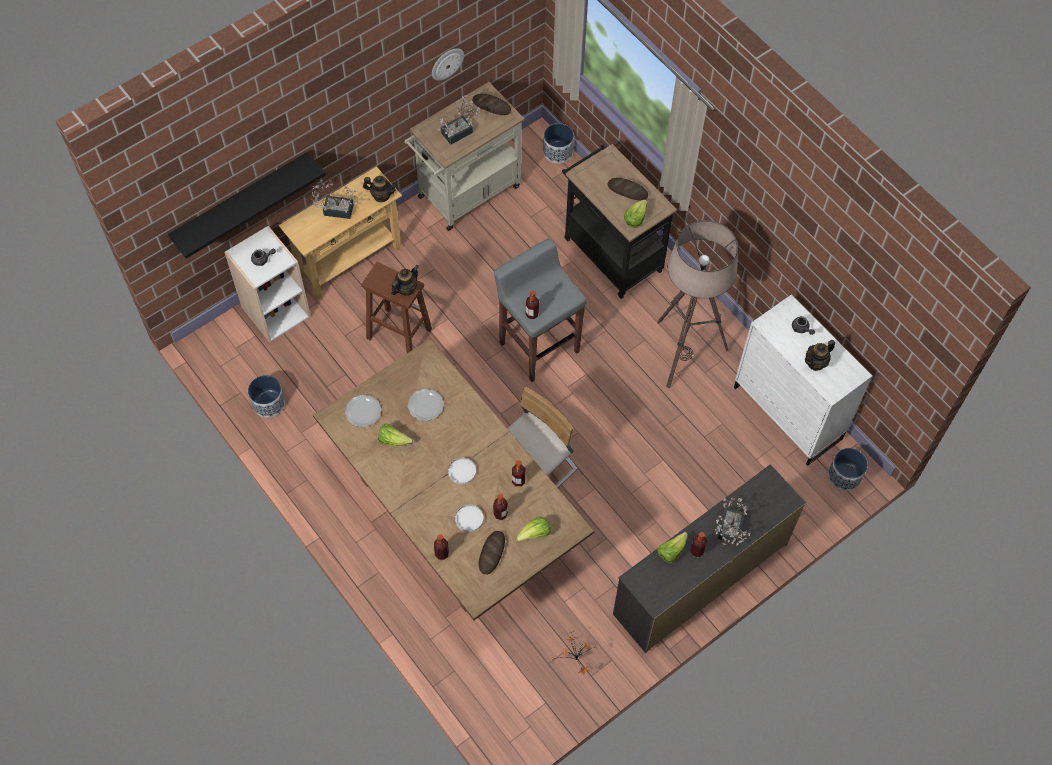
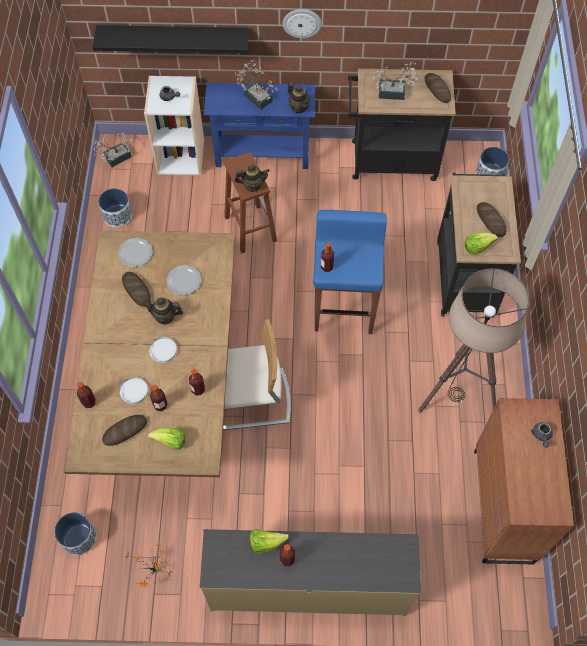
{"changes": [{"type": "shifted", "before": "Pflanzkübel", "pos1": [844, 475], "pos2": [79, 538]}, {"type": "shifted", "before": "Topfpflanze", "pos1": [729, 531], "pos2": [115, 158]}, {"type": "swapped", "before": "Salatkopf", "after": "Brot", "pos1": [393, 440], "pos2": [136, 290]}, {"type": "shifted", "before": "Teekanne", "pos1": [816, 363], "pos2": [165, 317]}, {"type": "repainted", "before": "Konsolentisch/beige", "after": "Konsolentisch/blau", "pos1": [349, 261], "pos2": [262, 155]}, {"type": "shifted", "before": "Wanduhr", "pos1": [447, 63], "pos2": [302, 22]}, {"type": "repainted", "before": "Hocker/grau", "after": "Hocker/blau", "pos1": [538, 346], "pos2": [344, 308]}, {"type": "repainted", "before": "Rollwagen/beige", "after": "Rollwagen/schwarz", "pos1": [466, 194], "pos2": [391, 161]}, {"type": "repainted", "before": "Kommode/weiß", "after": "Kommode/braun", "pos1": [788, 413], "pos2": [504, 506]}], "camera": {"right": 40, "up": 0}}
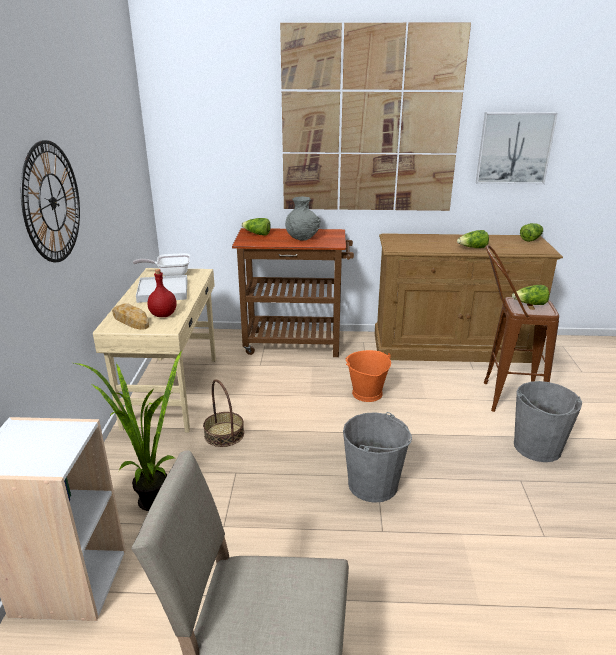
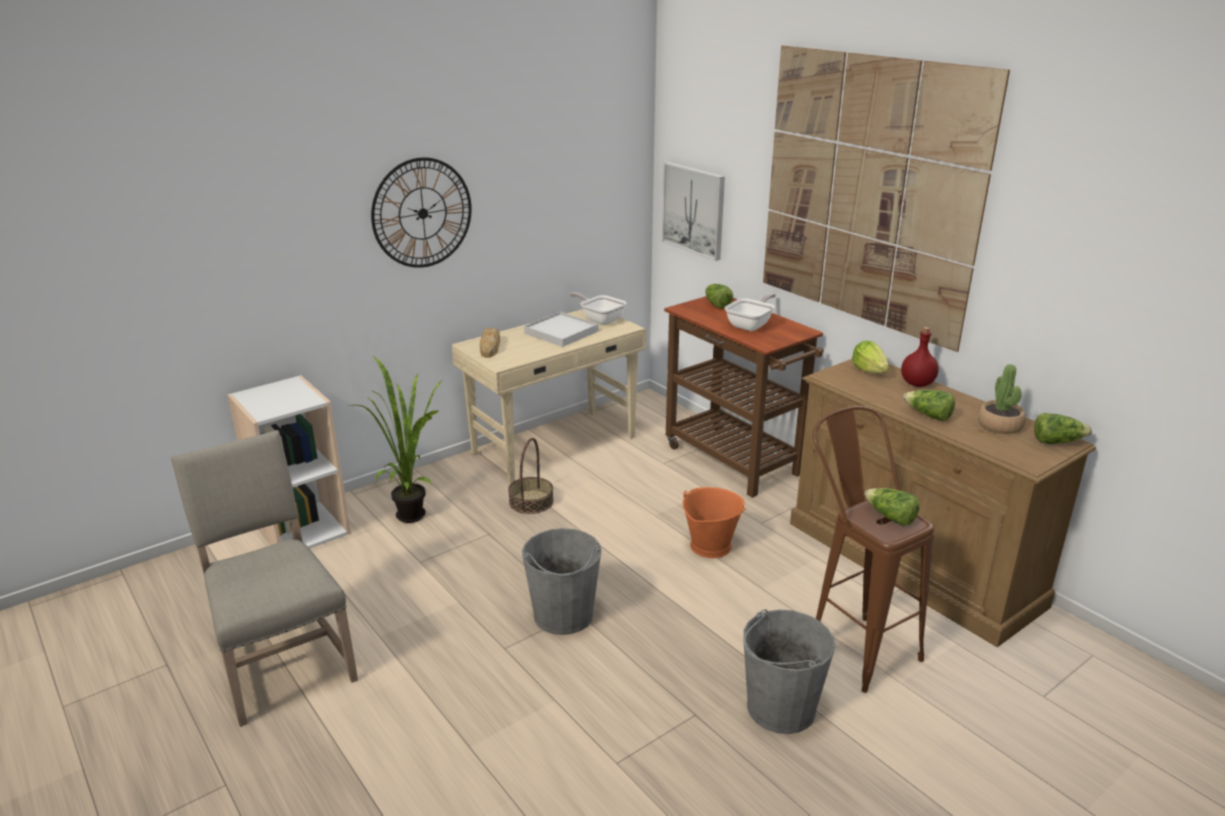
{"changes": [{"type": "shifted", "before": "Bild", "pos1": [514, 148], "pos2": [694, 210]}, {"type": "swapped", "before": "Vase/grau", "after": "Pfanne", "pos1": [303, 237], "pos2": [751, 325]}, {"type": "new", "after": "Salatkopf", "pos2": [869, 371]}, {"type": "shifted", "before": "Flasche/rot", "pos1": [163, 315], "pos2": [916, 384]}, {"type": "new", "after": "Topfpflanze", "pos2": [1000, 425]}], "camera": {"right": 50, "up": 0}}
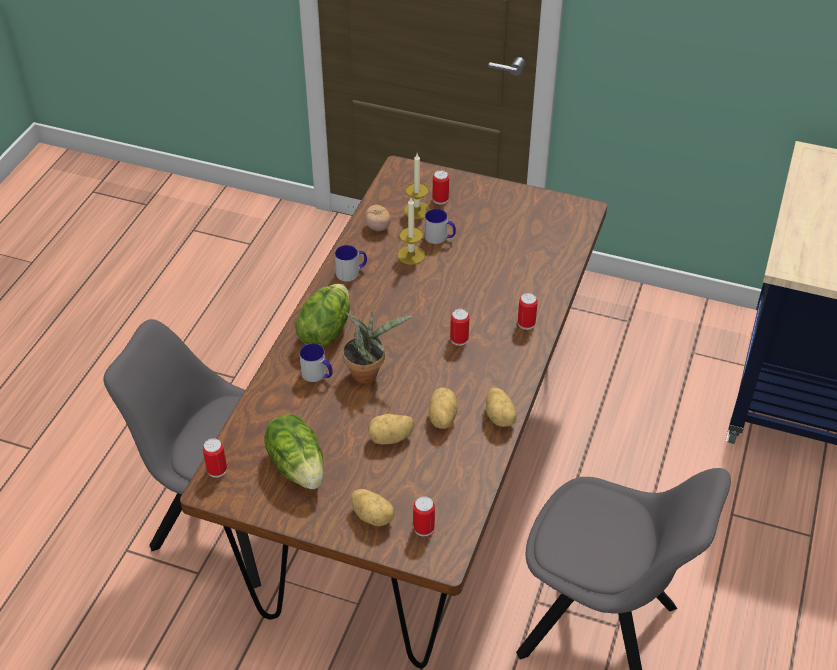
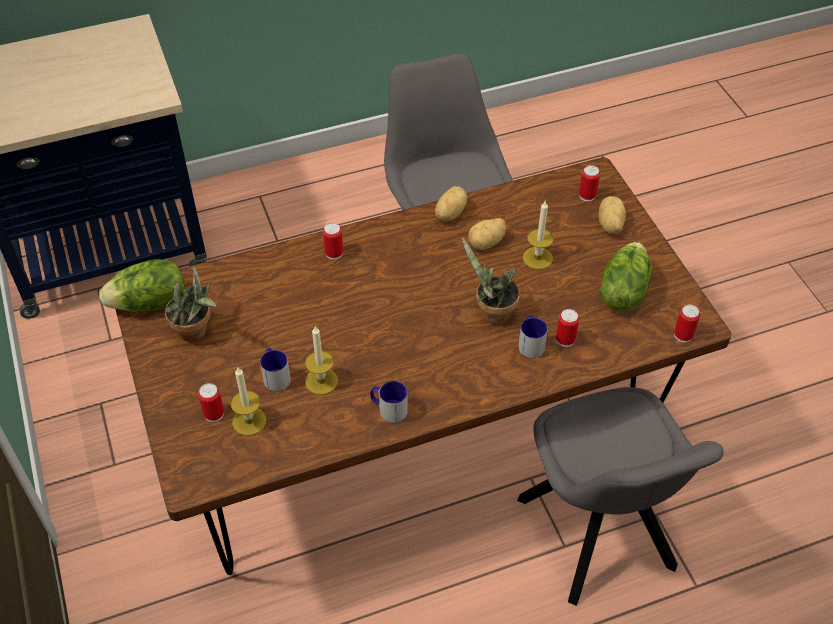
{"changes": [{"type": "shifted", "before": "Salatkopf", "pos1": [324, 330], "pos2": [150, 303]}, {"type": "new", "after": "Topfpflanze", "pos2": [196, 332]}, {"type": "swapped", "before": "Kartoffel", "after": "Kerze", "pos1": [391, 438], "pos2": [537, 258]}, {"type": "shifted", "before": "Dose", "pos1": [459, 339], "pos2": [565, 339]}, {"type": "gone", "before": "Tomate", "pos1": [378, 227]}], "camera": {"right": -130, "up": 5}}
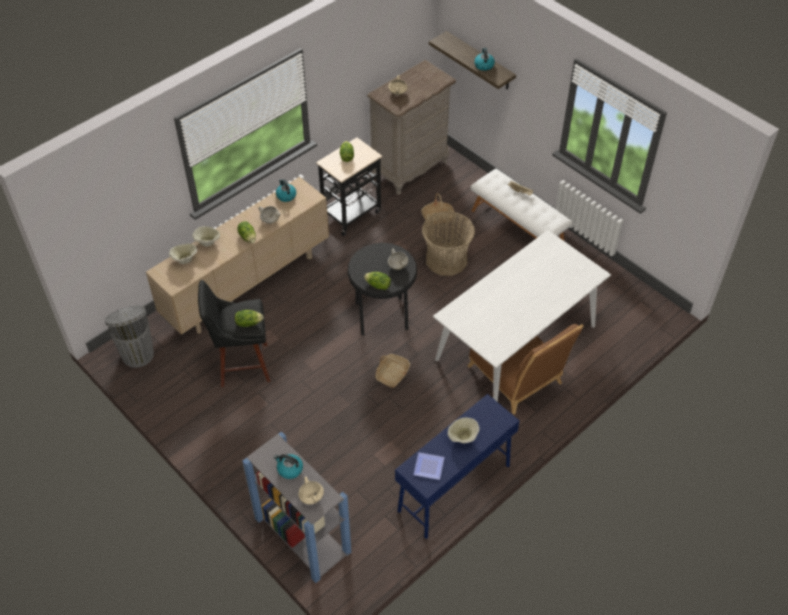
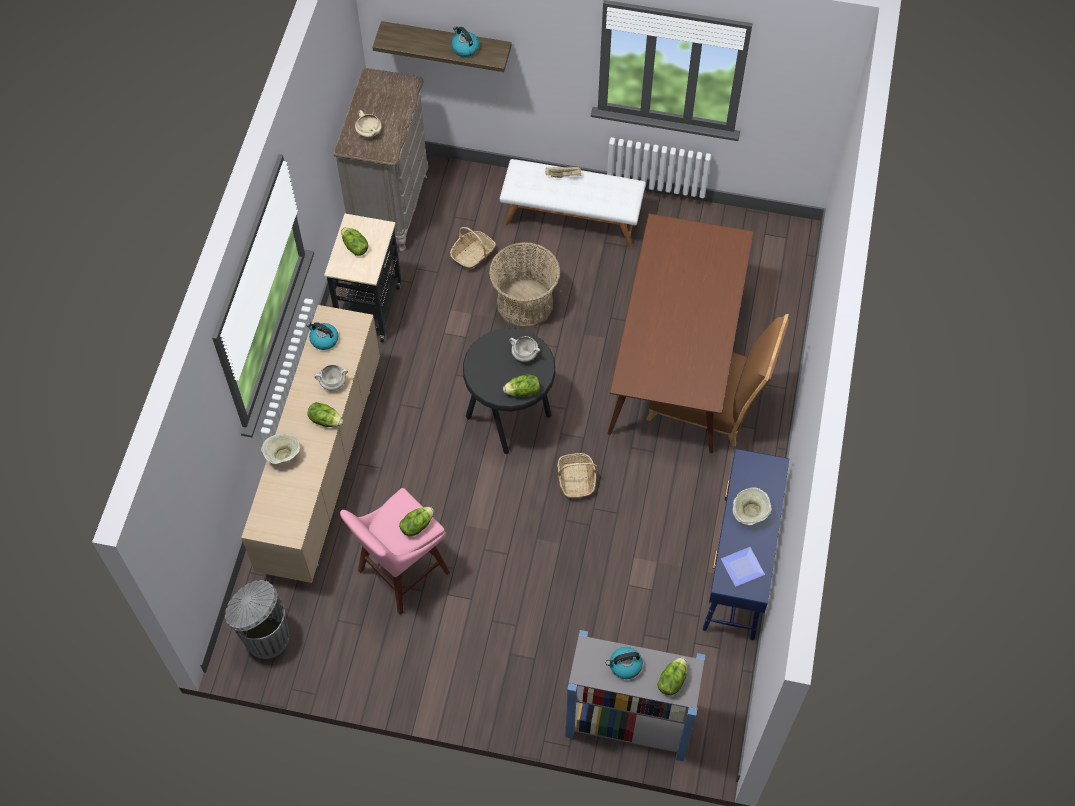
{"changes": [{"type": "repainted", "before": "Hocker/schwarz", "after": "Hocker/rosa", "pos1": [242, 365], "pos2": [401, 573]}, {"type": "repainted", "before": "Esstisch/weiß", "after": "Esstisch/braun", "pos1": [516, 342], "pos2": [675, 360]}, {"type": "swapped", "before": "Kochtopf/beige", "after": "Salatkopf", "pos1": [311, 497], "pos2": [671, 680]}, {"type": "gone", "before": "Schüssel/beige", "pos1": [184, 259]}], "camera": {"right": -35, "up": 10}}
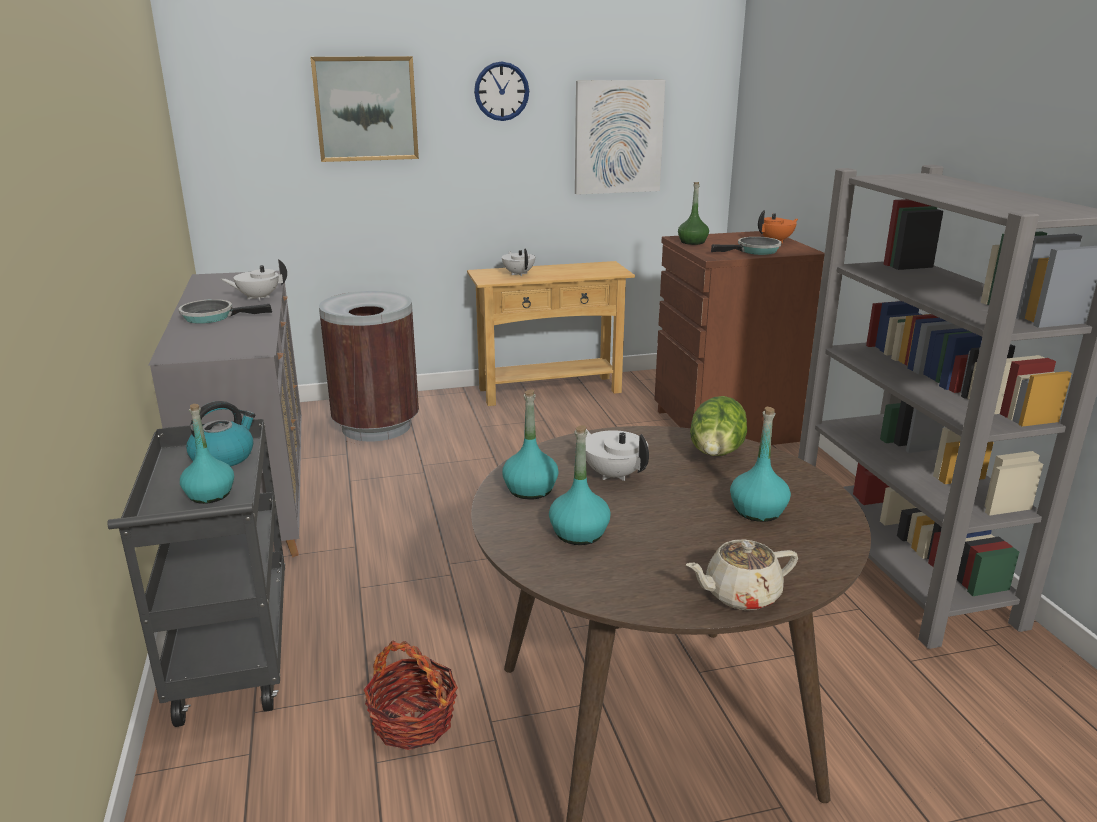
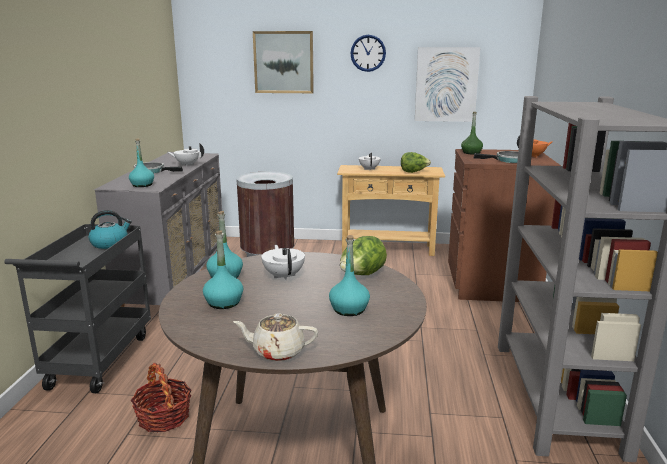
{"changes": [{"type": "shifted", "before": "Flasche/türkis", "pos1": [210, 494], "pos2": [142, 185]}, {"type": "new", "after": "Salatkopf", "pos2": [414, 172]}], "camera": {"right": 20, "up": -5}}
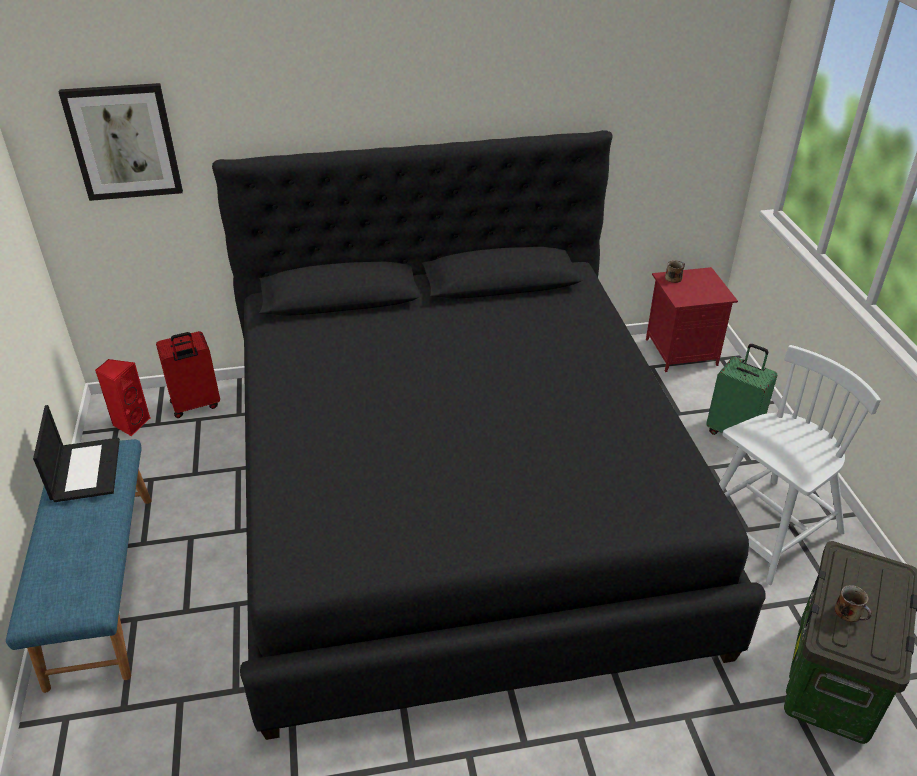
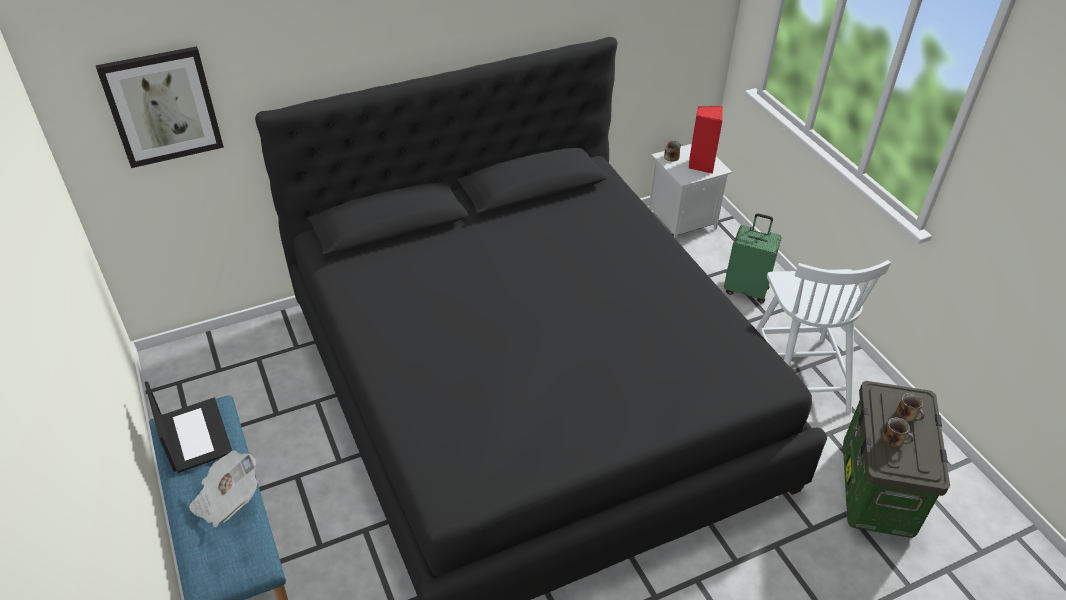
{"changes": [{"type": "new", "after": "Zeitung", "pos2": [227, 499]}, {"type": "repainted", "before": "Nachttisch/rot", "after": "Nachttisch/grau", "pos1": [682, 351], "pos2": [682, 219]}, {"type": "shifted", "before": "Lautsprecher/rot", "pos1": [130, 423], "pos2": [701, 165]}, {"type": "rotated", "before": "Stuhl/weiß", "pos1": [769, 531], "pos2": [797, 374], "turn": 135}, {"type": "new", "after": "Henkelbecher", "pos2": [908, 414]}, {"type": "gone", "before": "Koffer/rot", "pos1": [195, 405]}], "camera": {"right": -15, "up": 5}}
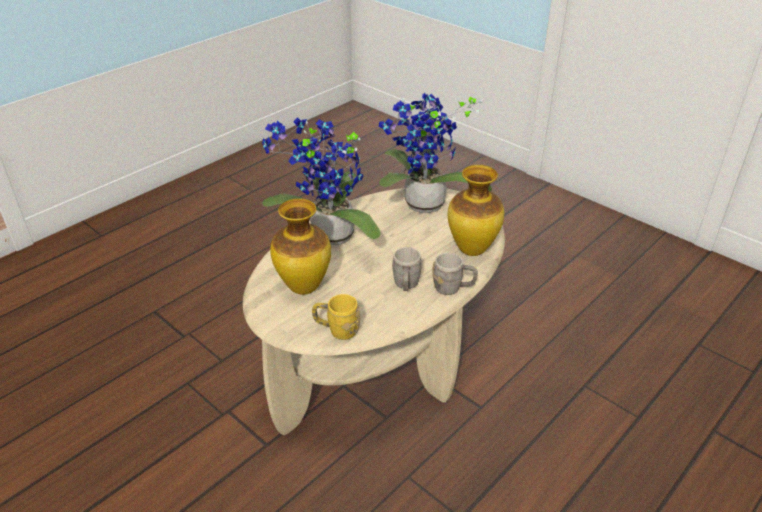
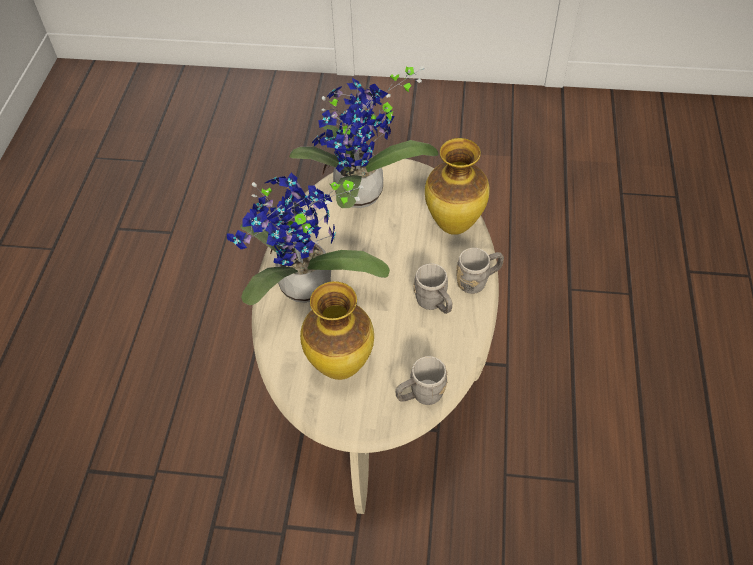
{"changes": [{"type": "repainted", "before": "Henkelbecher/gelb", "after": "Henkelbecher/grau", "pos1": [337, 330], "pos2": [420, 395]}], "camera": {"right": -35, "up": 15}}
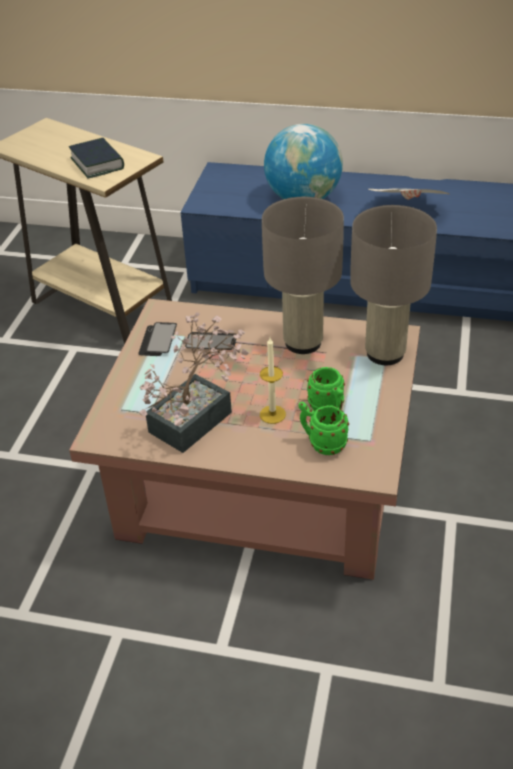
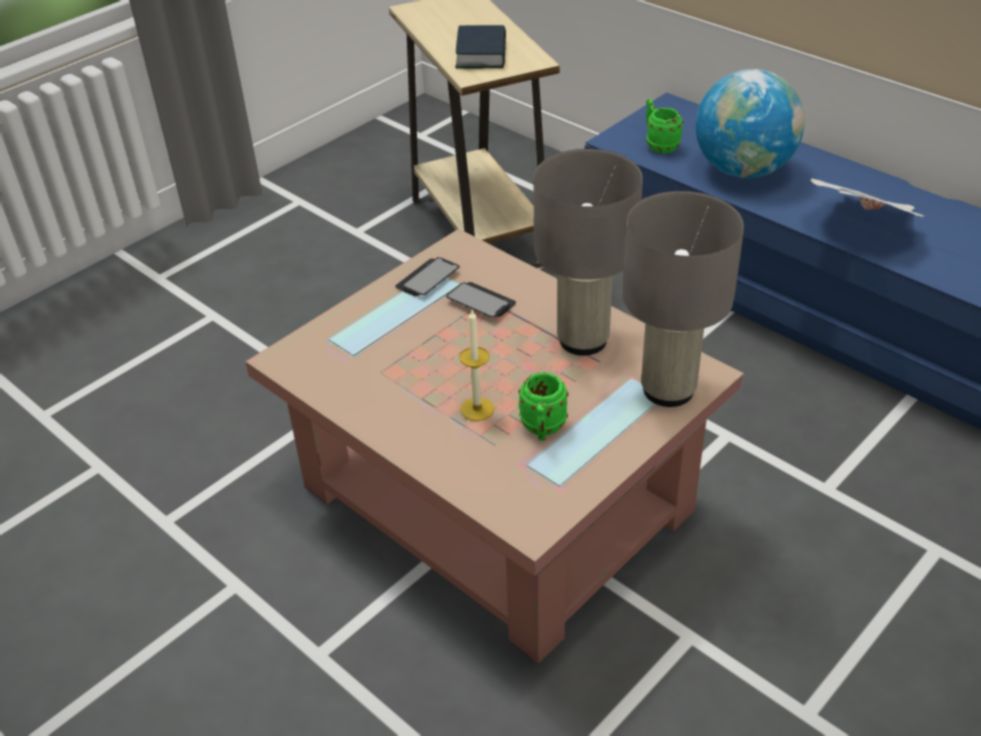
{"changes": [{"type": "shifted", "before": "Henkelbecher/grün", "pos1": [322, 443], "pos2": [659, 145]}, {"type": "gone", "before": "Topfpflanze", "pos1": [198, 417]}], "camera": {"right": 30, "up": 0}}
